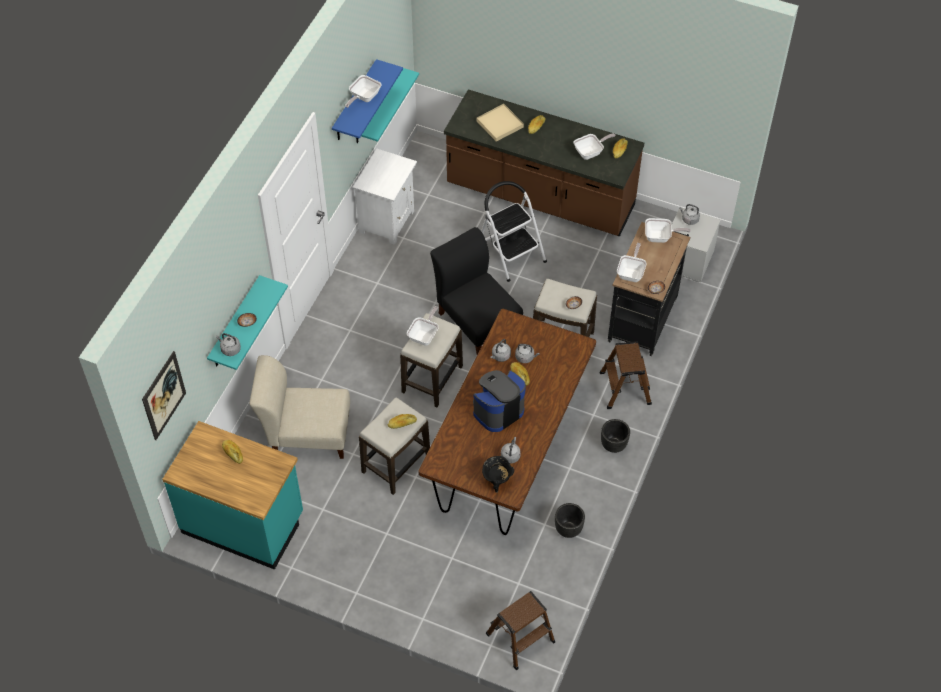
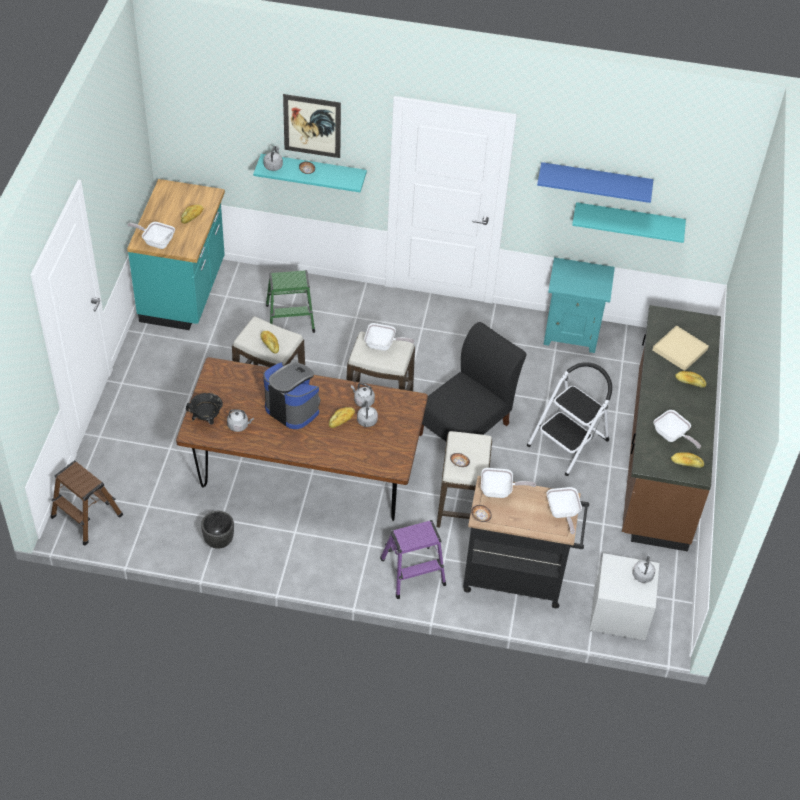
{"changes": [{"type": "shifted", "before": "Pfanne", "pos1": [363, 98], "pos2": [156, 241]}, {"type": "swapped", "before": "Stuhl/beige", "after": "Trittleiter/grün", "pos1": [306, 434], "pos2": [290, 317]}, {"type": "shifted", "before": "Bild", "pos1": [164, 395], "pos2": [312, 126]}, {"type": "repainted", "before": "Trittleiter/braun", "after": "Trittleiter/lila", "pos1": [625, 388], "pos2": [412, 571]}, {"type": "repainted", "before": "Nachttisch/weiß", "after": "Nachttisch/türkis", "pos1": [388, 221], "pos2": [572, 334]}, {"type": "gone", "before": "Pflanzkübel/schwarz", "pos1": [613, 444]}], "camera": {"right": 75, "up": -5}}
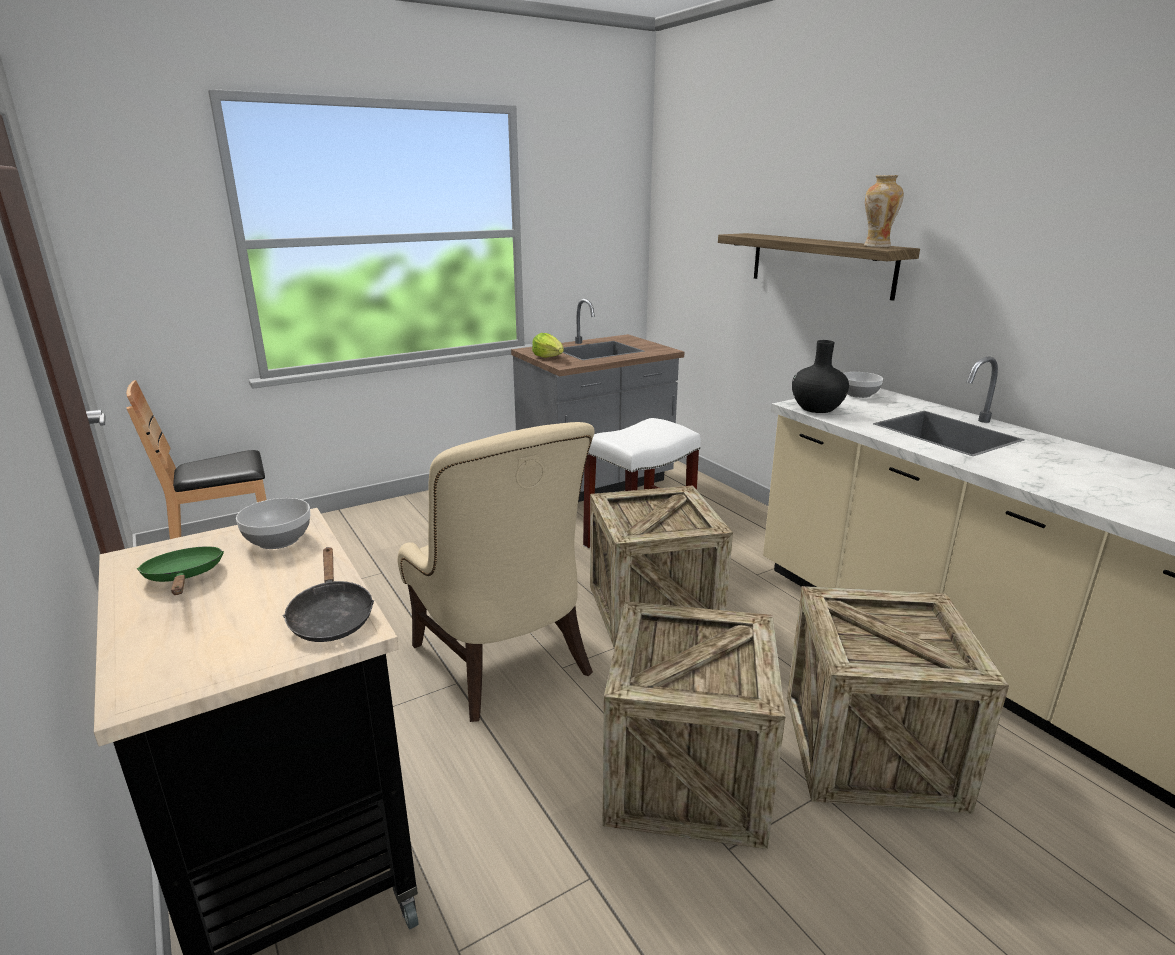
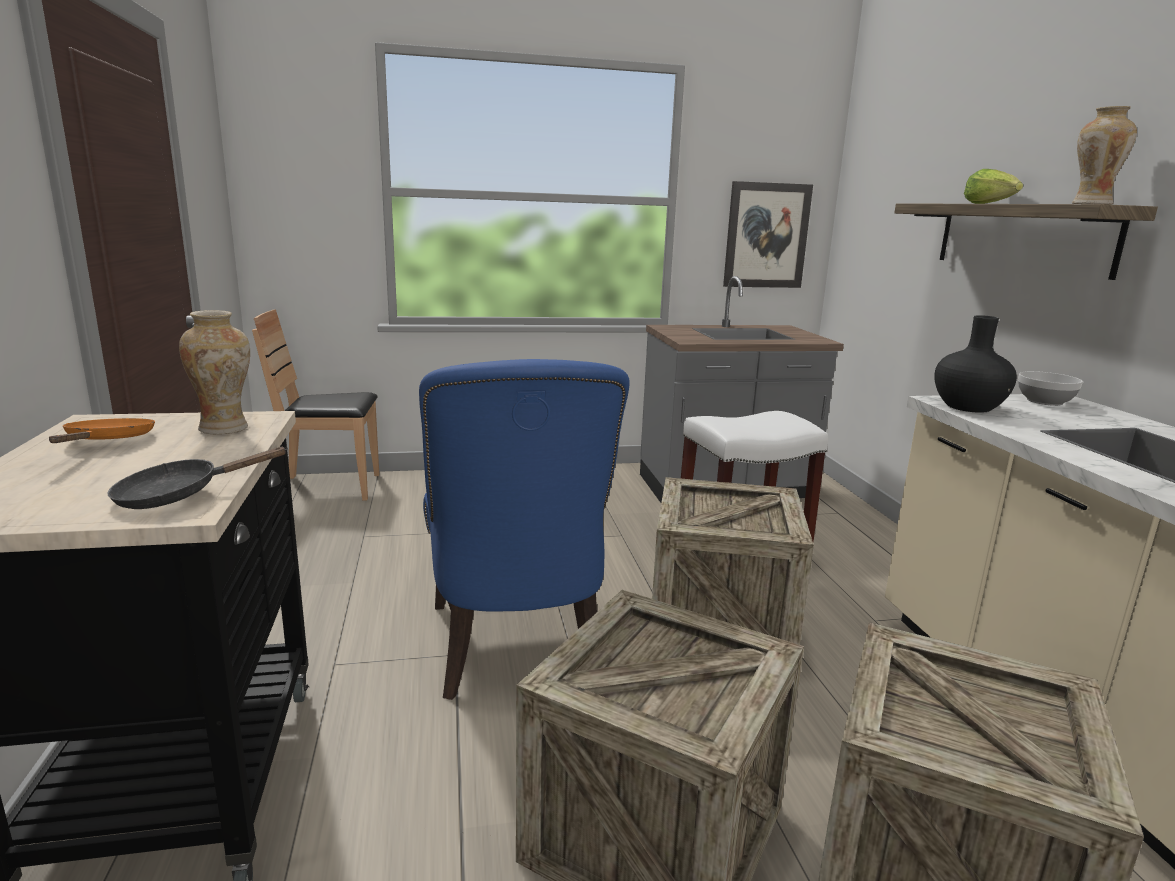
{"changes": [{"type": "repainted", "before": "Pfanne/grün", "after": "Pfanne/orange", "pos1": [184, 577], "pos2": [107, 442]}, {"type": "rotated", "before": "Pfanne/schwarz", "pos1": [331, 617], "pos2": [179, 495], "turn": 60}, {"type": "swapped", "before": "Schüssel", "after": "Vase", "pos1": [279, 540], "pos2": [225, 428]}, {"type": "repainted", "before": "Stuhl/beige", "after": "Stuhl/blau", "pos1": [504, 660], "pos2": [517, 643]}, {"type": "new", "after": "Bild", "pos2": [766, 236]}, {"type": "shifted", "before": "Salatkopf", "pos1": [549, 357], "pos2": [990, 204]}], "camera": {"right": 20, "up": -5}}
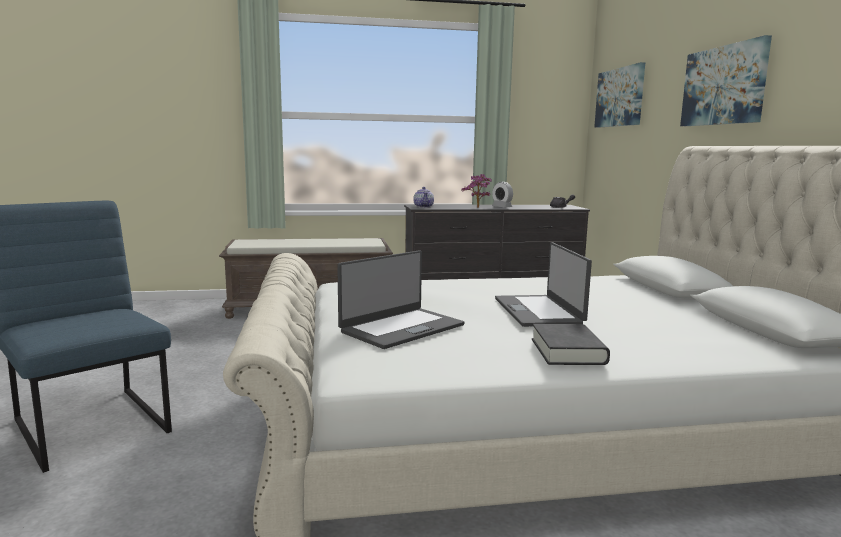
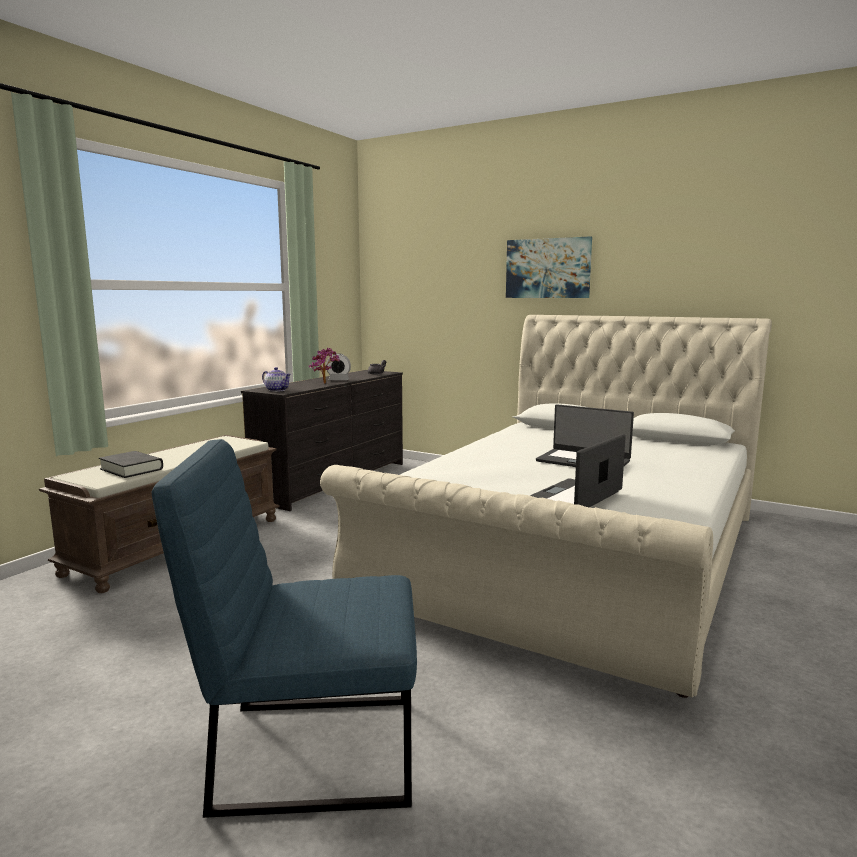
{"changes": [{"type": "shifted", "before": "Buch/schwarz", "pos1": [567, 351], "pos2": [131, 469]}, {"type": "rotated", "before": "Laptop", "pos1": [401, 328], "pos2": [574, 498], "turn": -135}, {"type": "gone", "before": "Bild", "pos1": [620, 97]}], "camera": {"right": -50, "up": 0}}
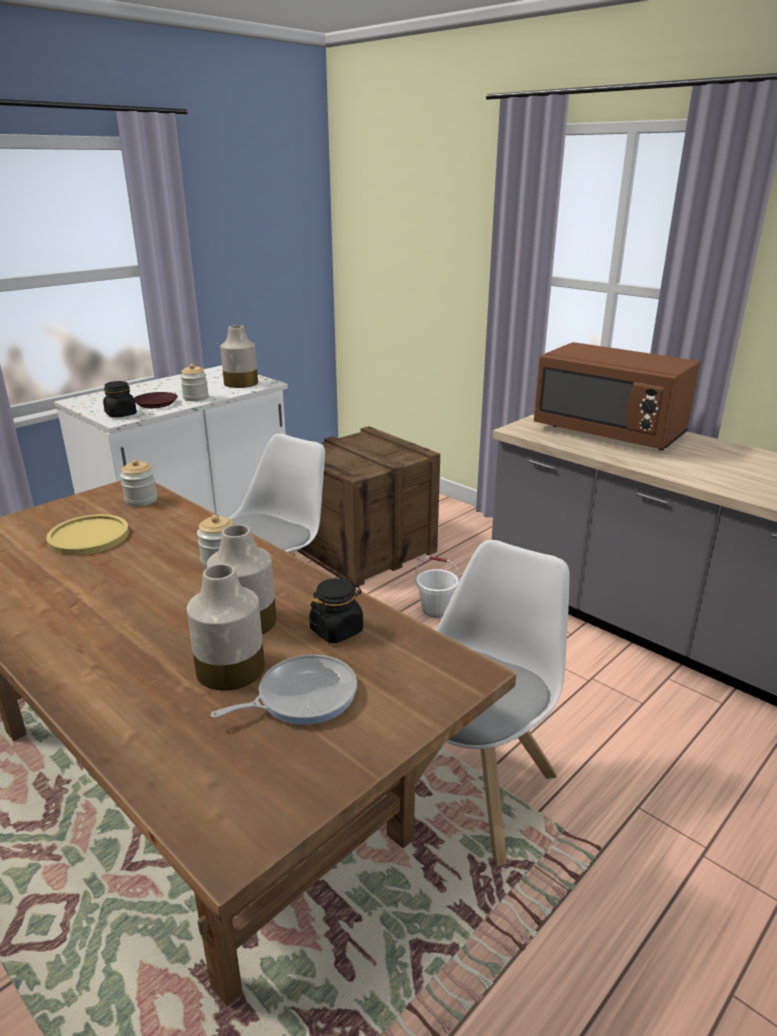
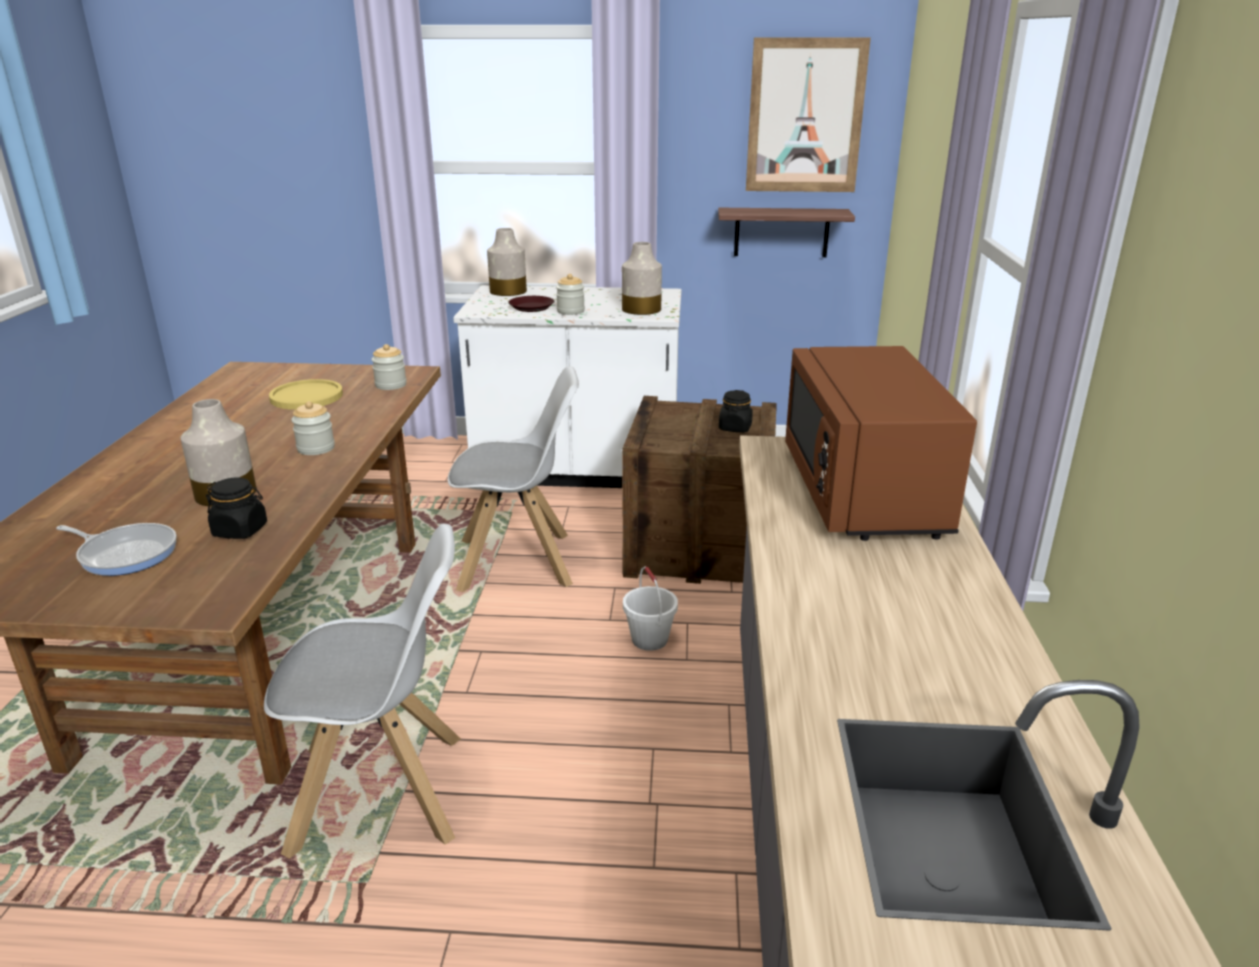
{"changes": [{"type": "shifted", "before": "Vase/beige", "pos1": [231, 668], "pos2": [508, 291]}, {"type": "new", "after": "Wandregal", "pos2": [781, 232]}, {"type": "shifted", "before": "Vorratsglas/schwarz", "pos1": [121, 414], "pos2": [735, 428]}, {"type": "new", "after": "Bild", "pos2": [805, 116]}], "camera": {"right": 50, "up": 0}}
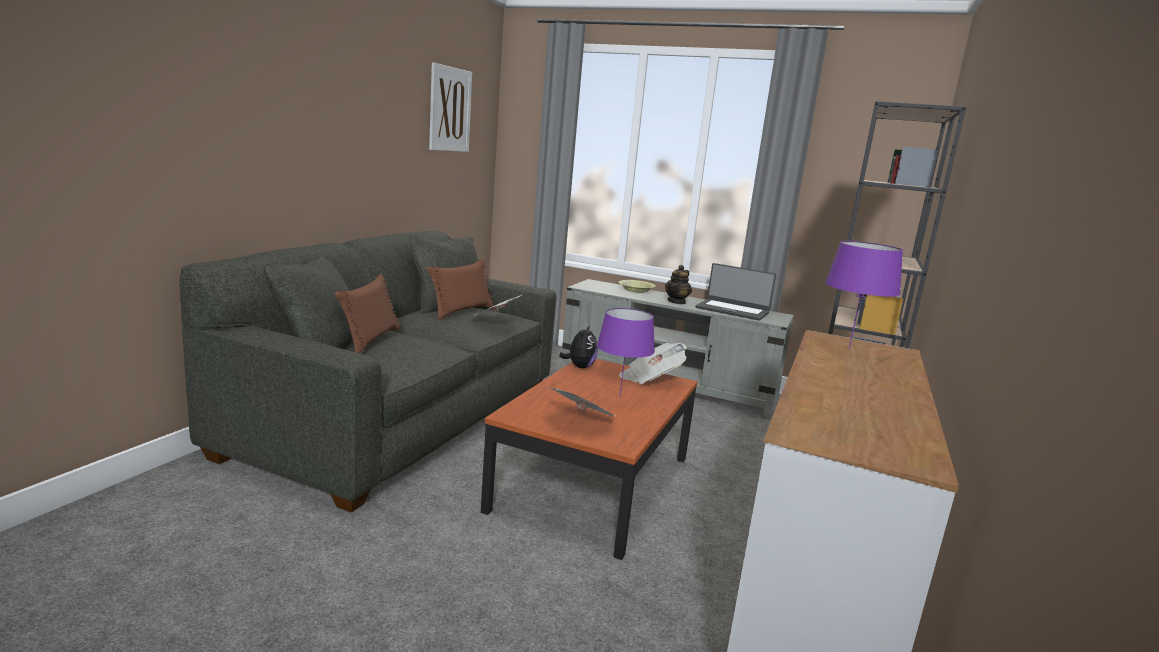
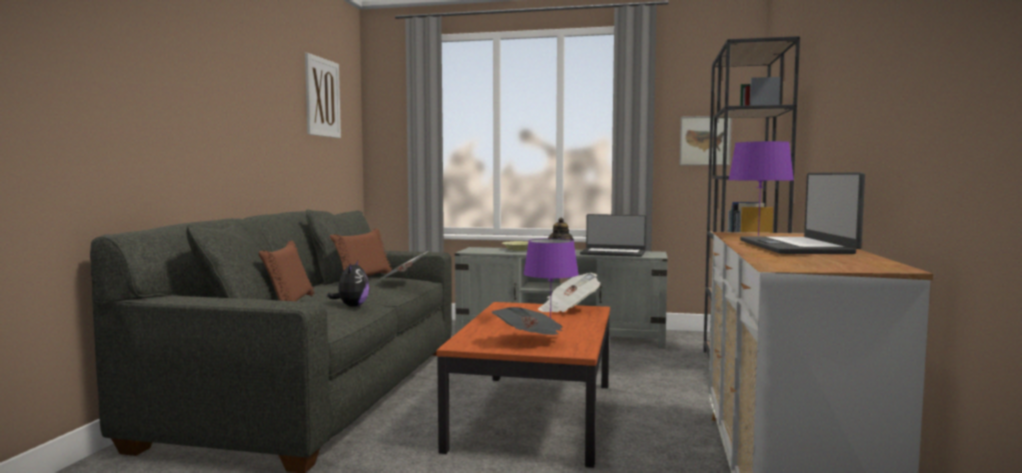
{"changes": [{"type": "shifted", "before": "Plüschtier", "pos1": [580, 367], "pos2": [352, 306]}, {"type": "new", "after": "Bild", "pos2": [705, 140]}, {"type": "new", "after": "Laptop", "pos2": [797, 247]}], "camera": {"right": -10, "up": -10}}
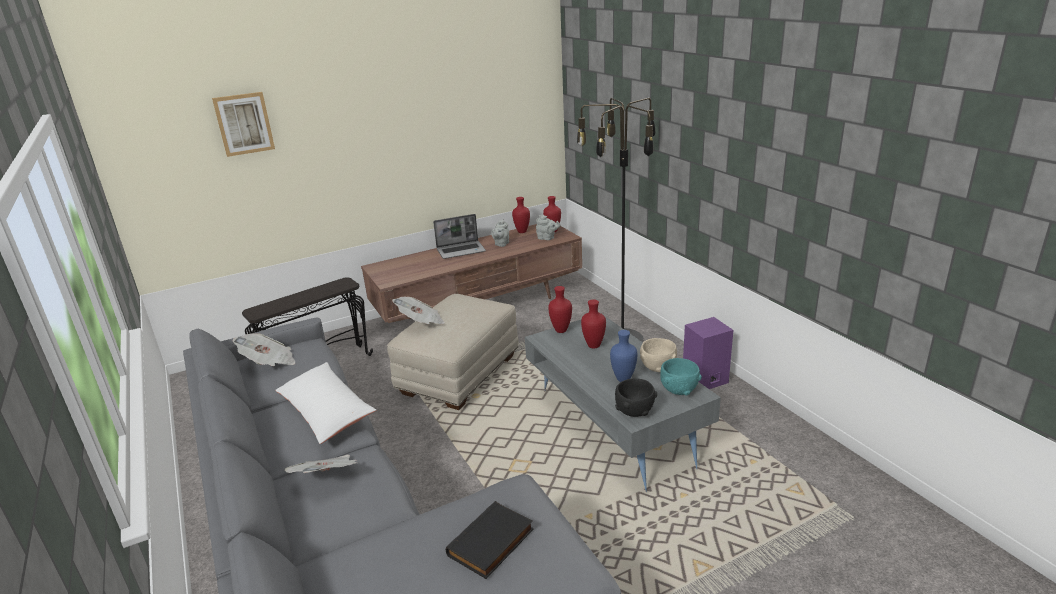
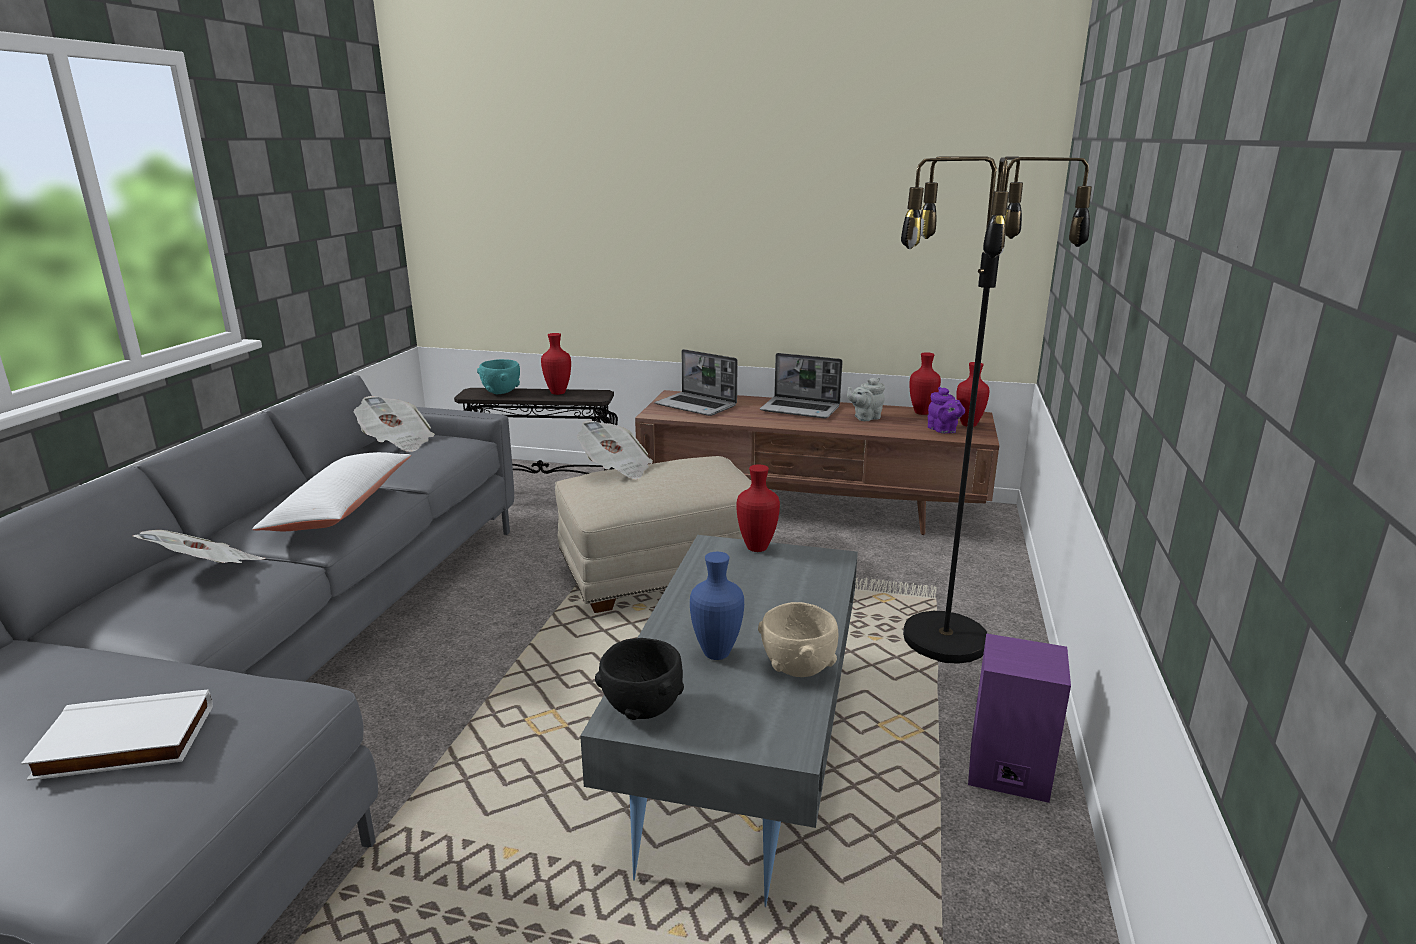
{"changes": [{"type": "repainted", "before": "Buch/schwarz", "after": "Buch/weiß", "pos1": [492, 543], "pos2": [123, 744]}, {"type": "shifted", "before": "Schüssel/türkis", "pos1": [679, 390], "pos2": [501, 392]}, {"type": "shifted", "before": "Vase/rot", "pos1": [593, 346], "pos2": [557, 393]}, {"type": "new", "after": "Laptop", "pos2": [697, 406]}, {"type": "repainted", "before": "Teekanne/grau", "after": "Teekanne/lila", "pos1": [547, 238], "pos2": [943, 430]}, {"type": "gone", "before": "Bild", "pos1": [244, 124]}], "camera": {"right": 40, "up": -5}}
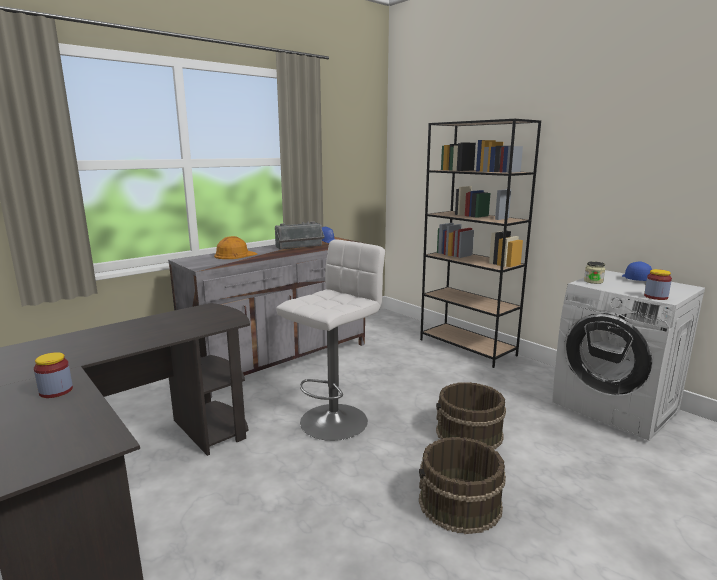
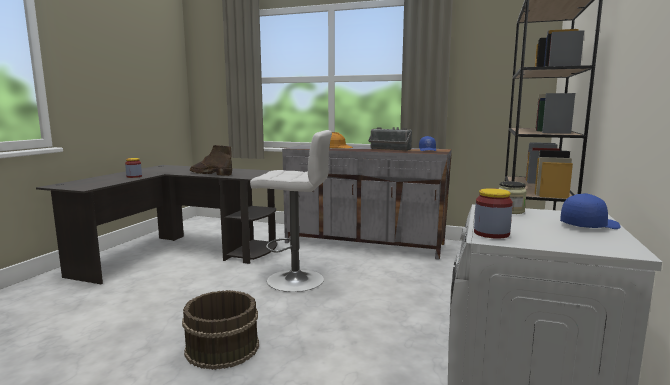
{"changes": [{"type": "new", "after": "Stiefel/braun", "pos2": [210, 174]}, {"type": "gone", "before": "Eimer/braun", "pos1": [469, 434]}], "camera": {"right": 60, "up": -5}}
